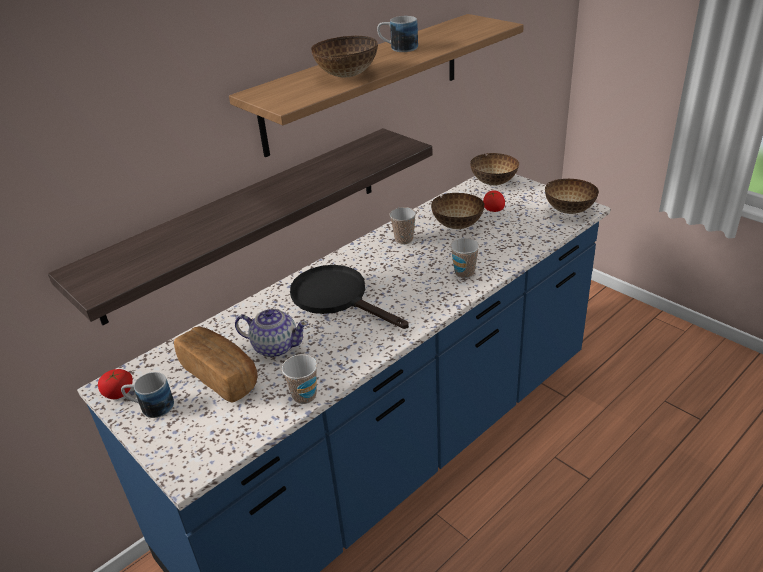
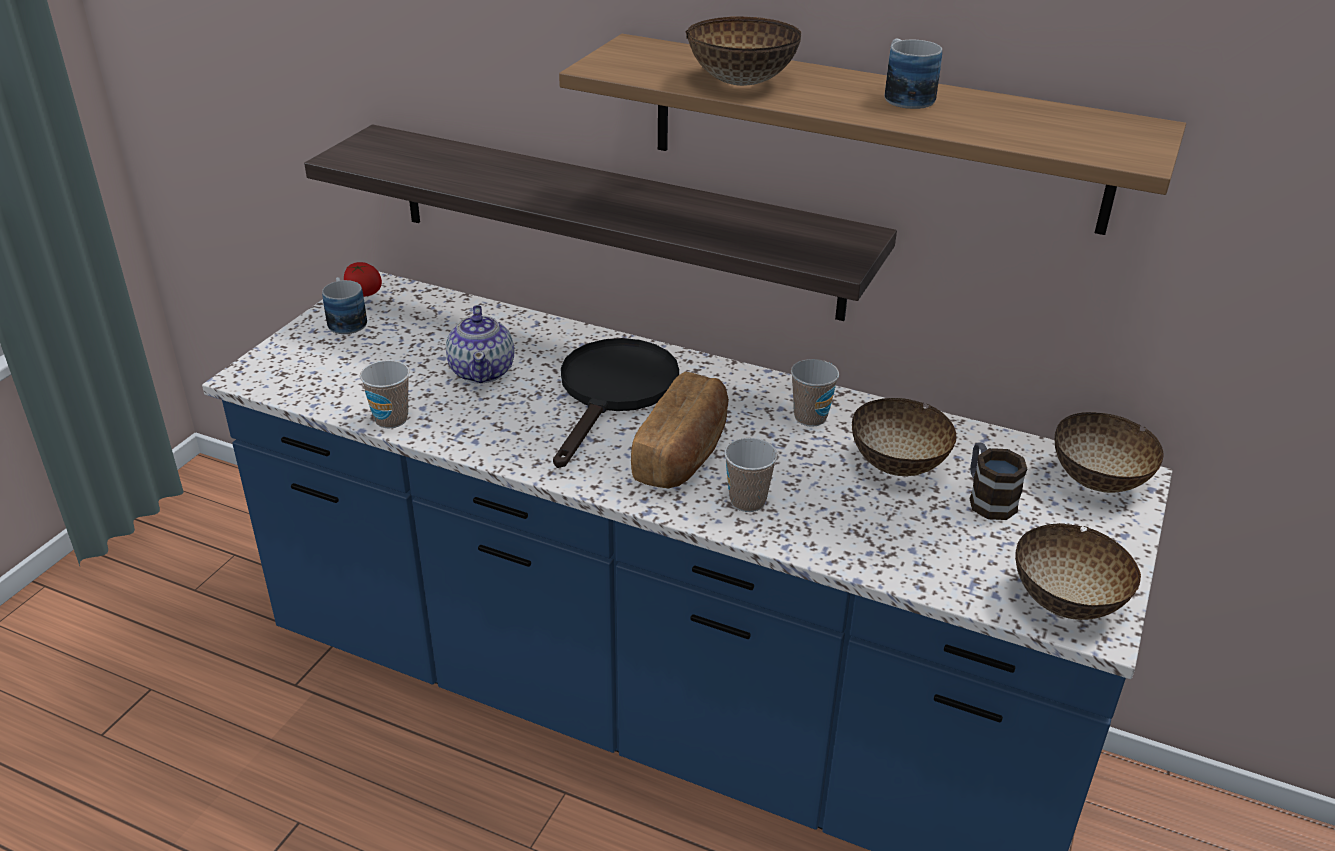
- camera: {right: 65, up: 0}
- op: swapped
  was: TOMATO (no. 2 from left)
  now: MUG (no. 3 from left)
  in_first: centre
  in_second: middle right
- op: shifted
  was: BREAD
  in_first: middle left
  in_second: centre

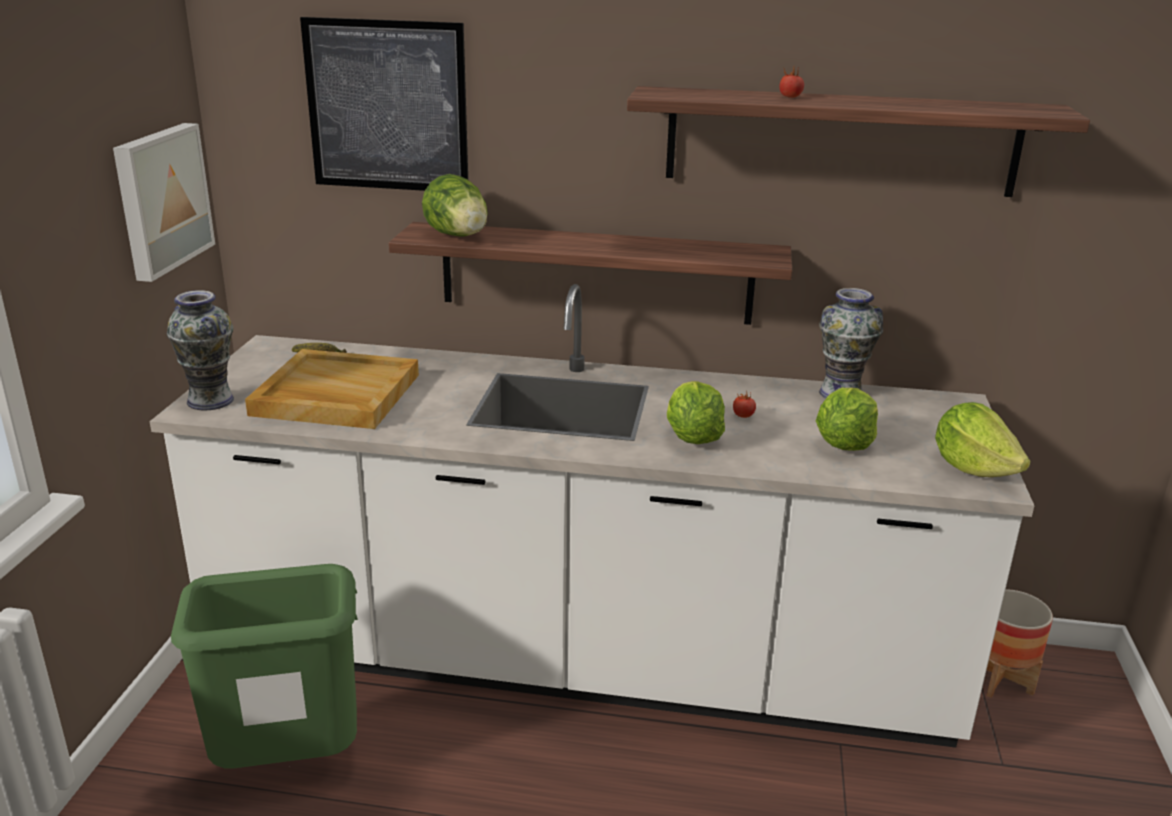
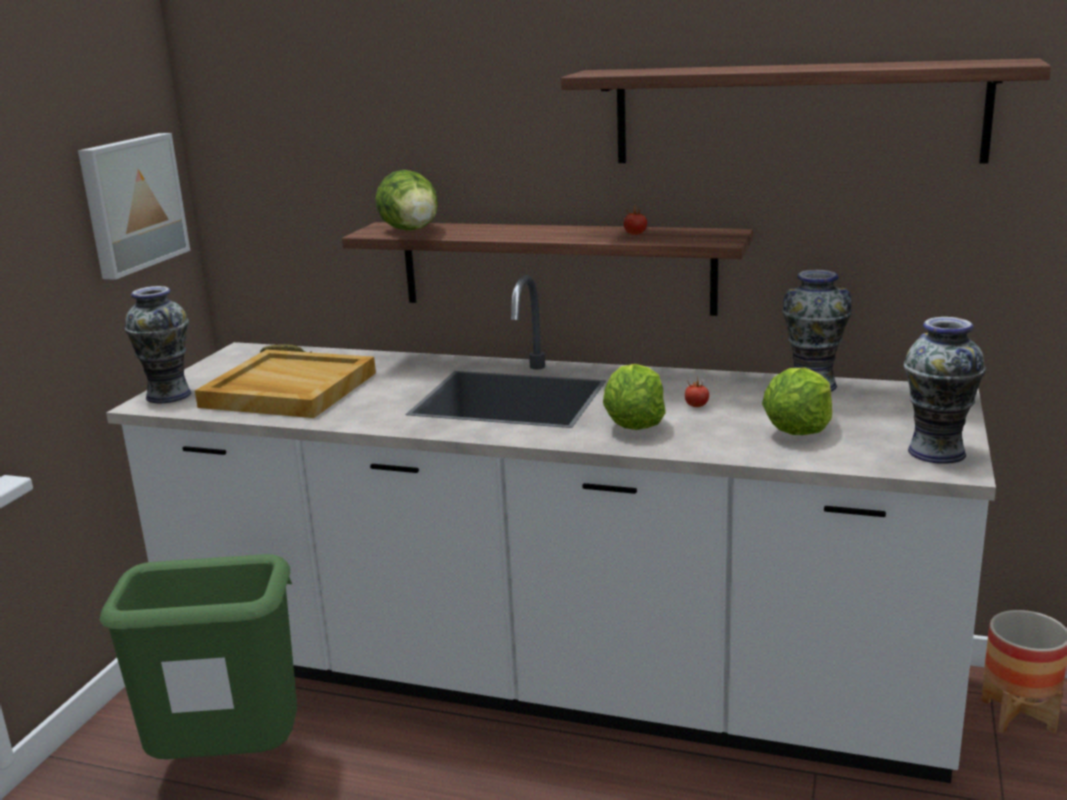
- camera: {right: 10, up: -5}
- op: gone
  was: PICTURE (no. 2 from left)
  in_first: top left
- op: shifted
  was: TOMATO (no. 2 from left in the first image)
  now: TOMATO (no. 1 from left)
  in_first: top right
  in_second: top centre
- op: swapped
  was: LETTUCE (no. 4 from left)
  now: VASE (no. 3 from left)
  in_first: middle right
  in_second: middle right

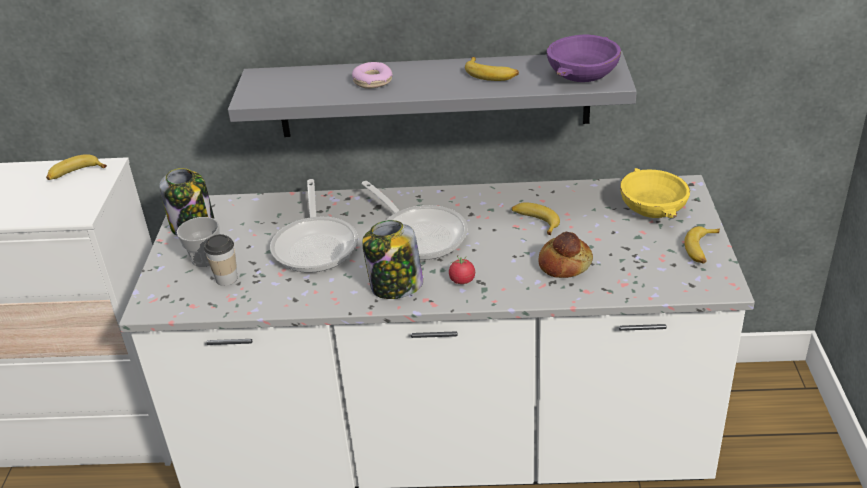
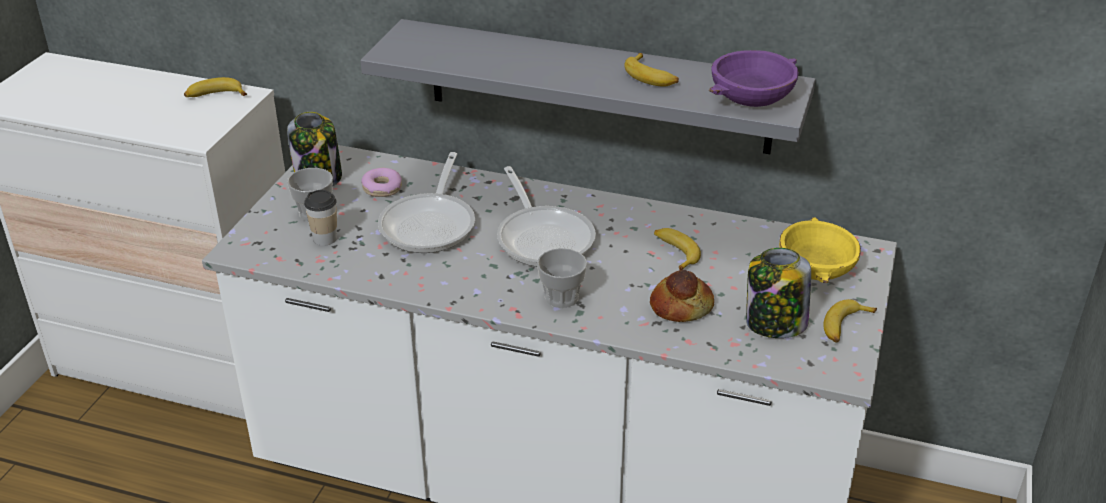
- camera: {right: 15, up: 0}
- op: shifted
  was: DONUT
  in_first: top centre
  in_second: centre
- op: shifted
  was: JAR (no. 2 from left)
  in_first: centre
  in_second: middle right
- op: swapped
  was: TOMATO
  now: CUP (no. 3 from left)
  in_first: centre
  in_second: centre

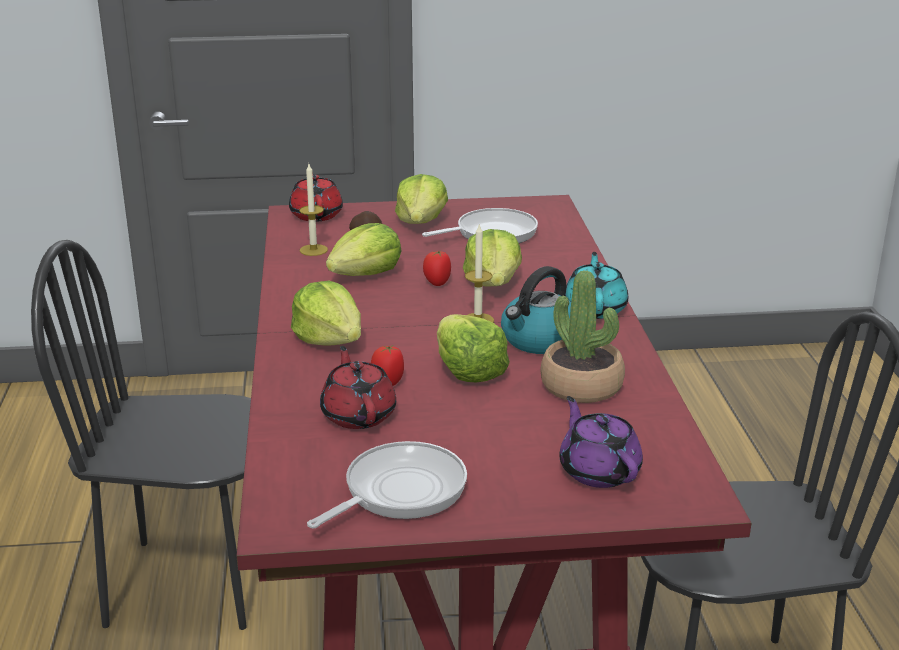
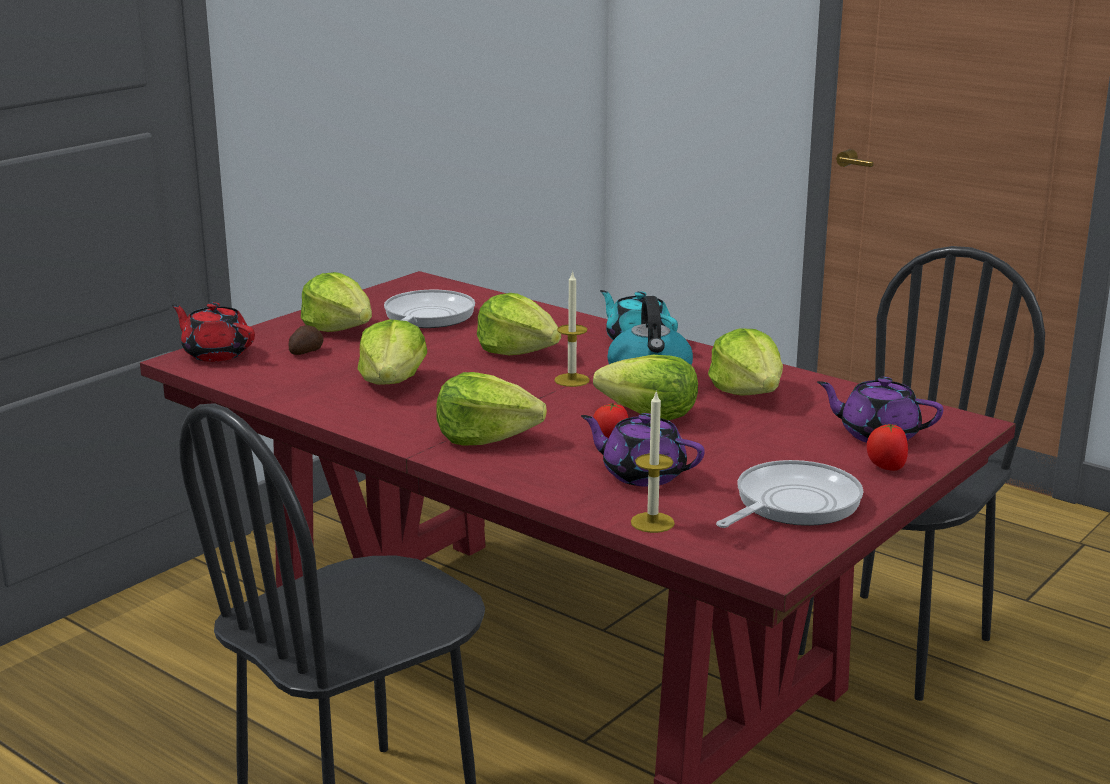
- camera: {right: -45, up: -5}
- op: shifted
  was: CANDLE (no. 1 from left in the first image)
  now: CANDLE (no. 2 from left)
  in_first: top centre
  in_second: centre
- op: shifted
  was: TOMATO (no. 2 from left)
  in_first: centre
  in_second: middle right
- op: swapped
  was: POTTED PLANT
  now: LETTUCE (no. 6 from left)
  in_first: centre
  in_second: middle right
- op: repainted
  was: RED TEAPOT (no. 2 from left)
  now: PURPLE TEAPOT (no. 1 from left)
  in_first: centre
  in_second: centre
- op: rotated
  was: FRYING PAN (no. 1 from left in the first image)
  in_first: bottom centre
  in_second: middle right
  clockwise: 45

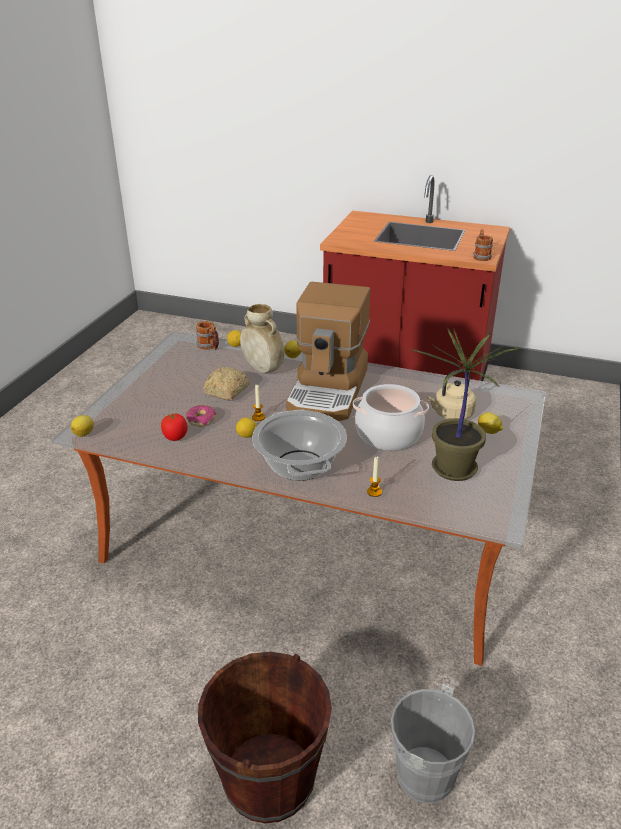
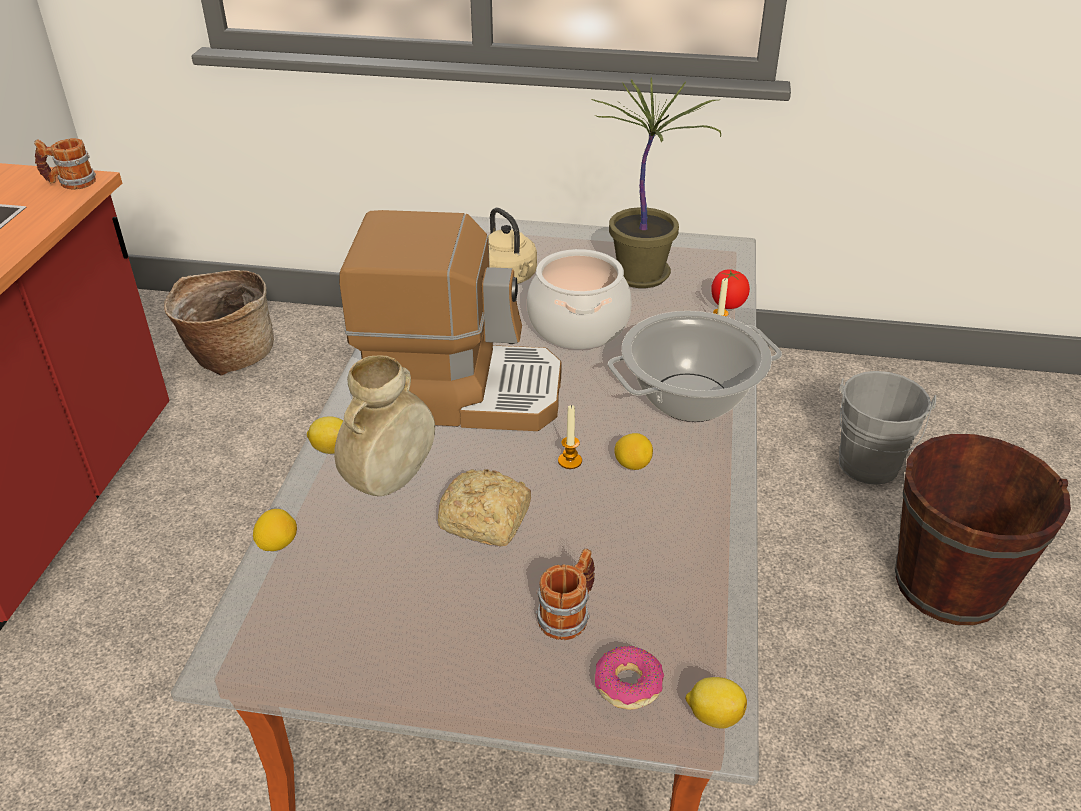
- camera: {right: -100, up: 5}
- op: shifted
  was: MUG (no. 1 from left in the first image)
  now: MUG (no. 2 from left)
  in_first: centre
  in_second: bottom centre
- op: shifted
  was: DONUT
  in_first: middle left
  in_second: bottom centre
- op: gone
  was: LEMON (no. 5 from left)
  in_first: middle right
- op: shifted
  was: TOMATO
  in_first: middle left
  in_second: middle right
- op: new
  now: BASKET
  in_second: middle left

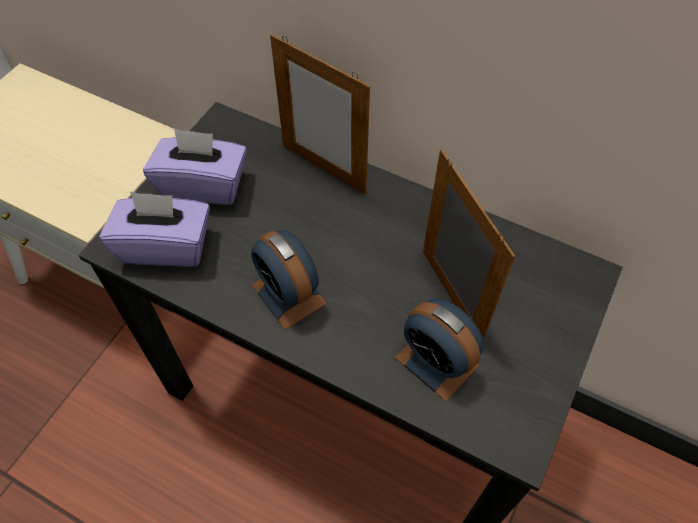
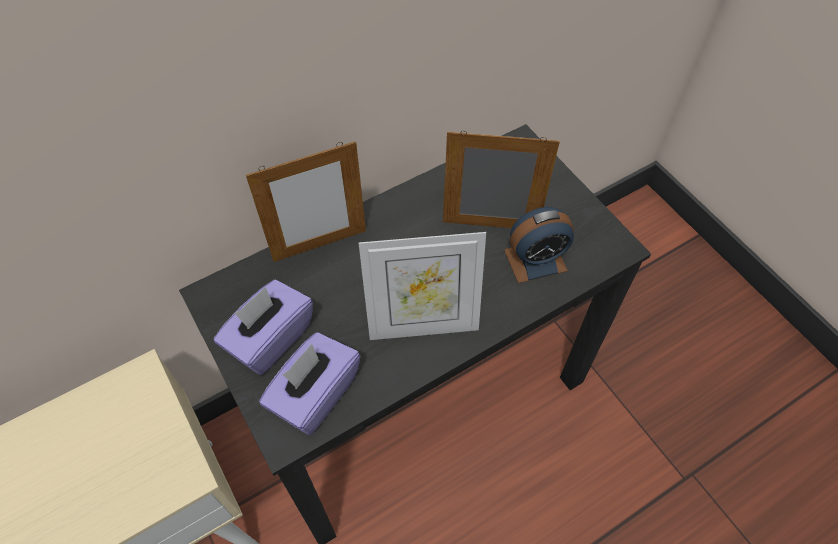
- camera: {right: -60, up: 0}
- op: swapped
  was: ALARM CLOCK (no. 1 from left)
  now: PICTURE FRAME (no. 2 from left)
  in_first: centre
  in_second: centre

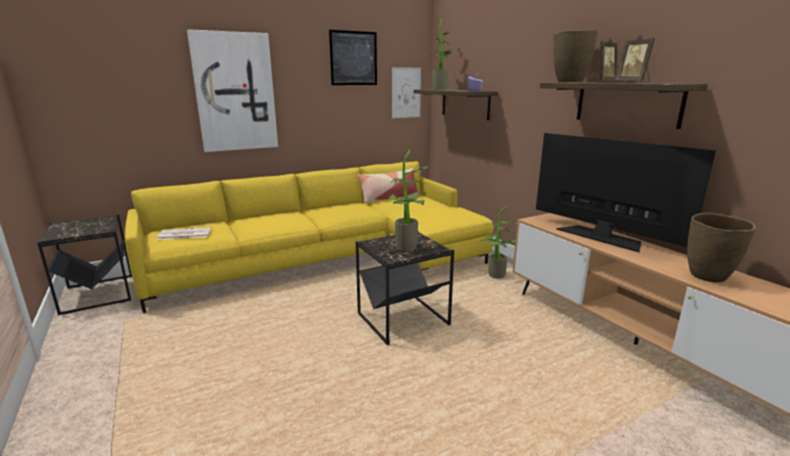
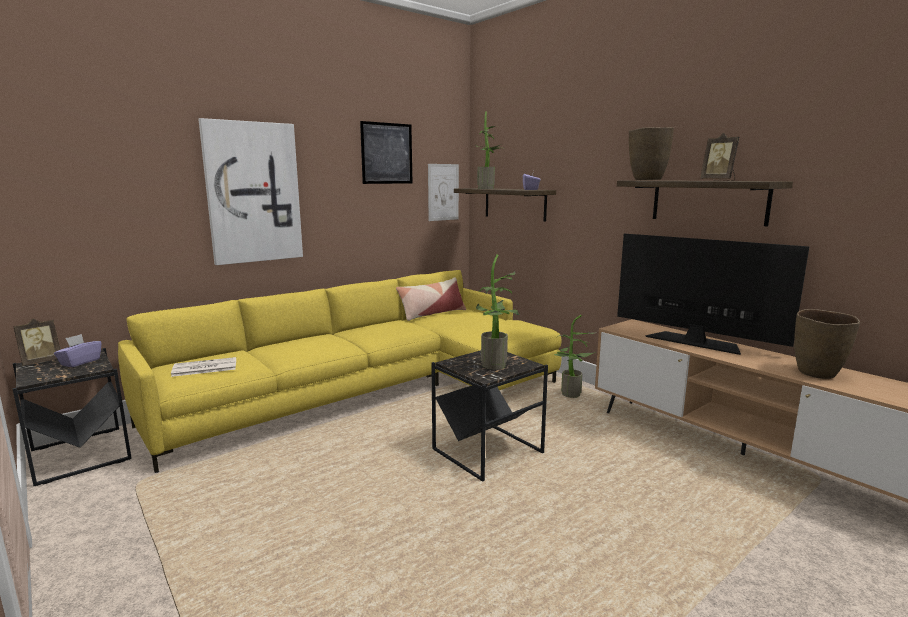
- camera: {right: -10, up: -5}
- op: shifted
  was: PICTURE FRAME (no. 1 from left)
  in_first: top right
  in_second: middle left
- op: new
  now: PURPLE TISSUE BOX (no. 1 from left)
  in_second: middle left

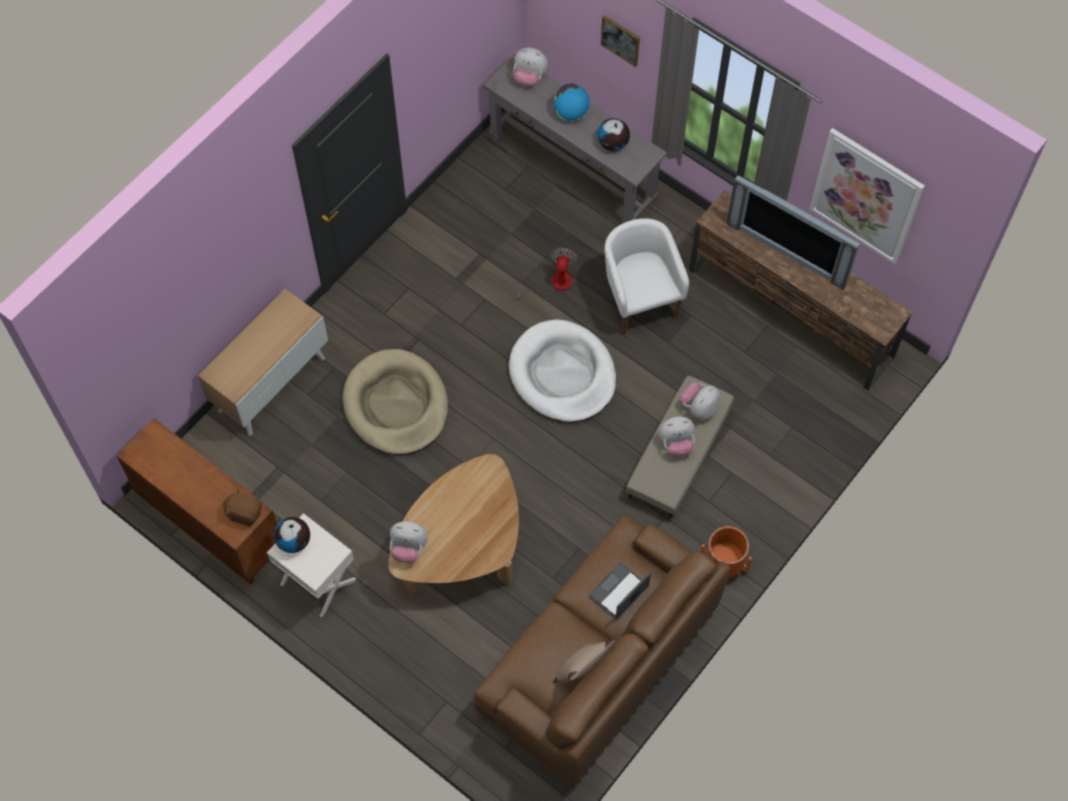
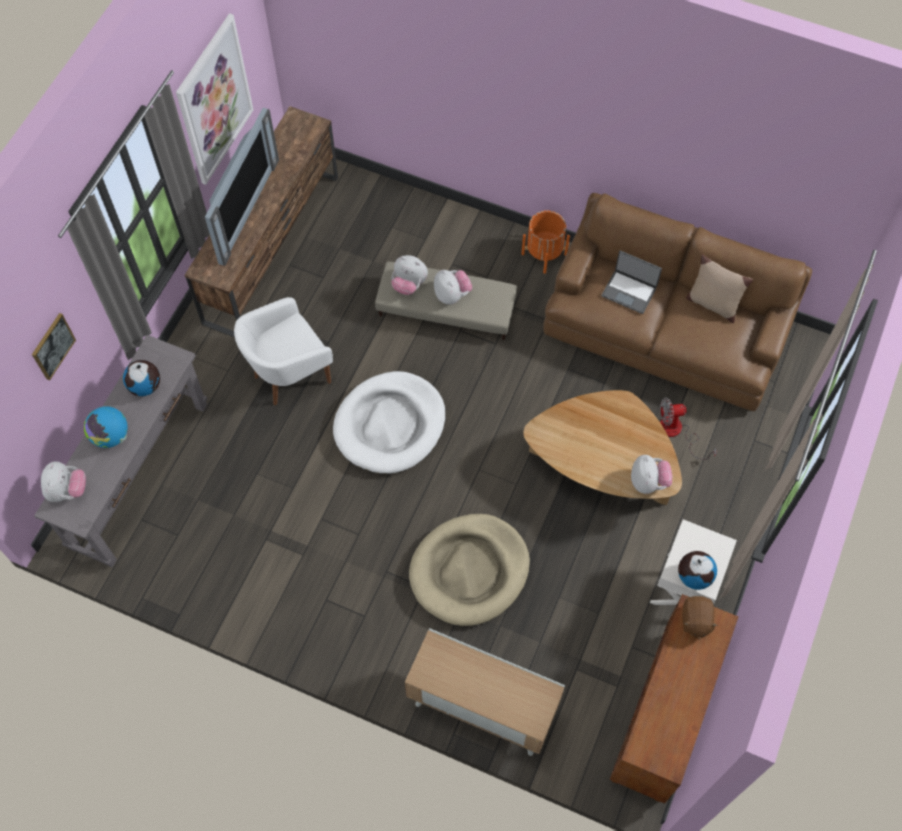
- camera: {right: -105, up: 0}
- op: shifted
  was: FAN
  in_first: centre
  in_second: middle right

